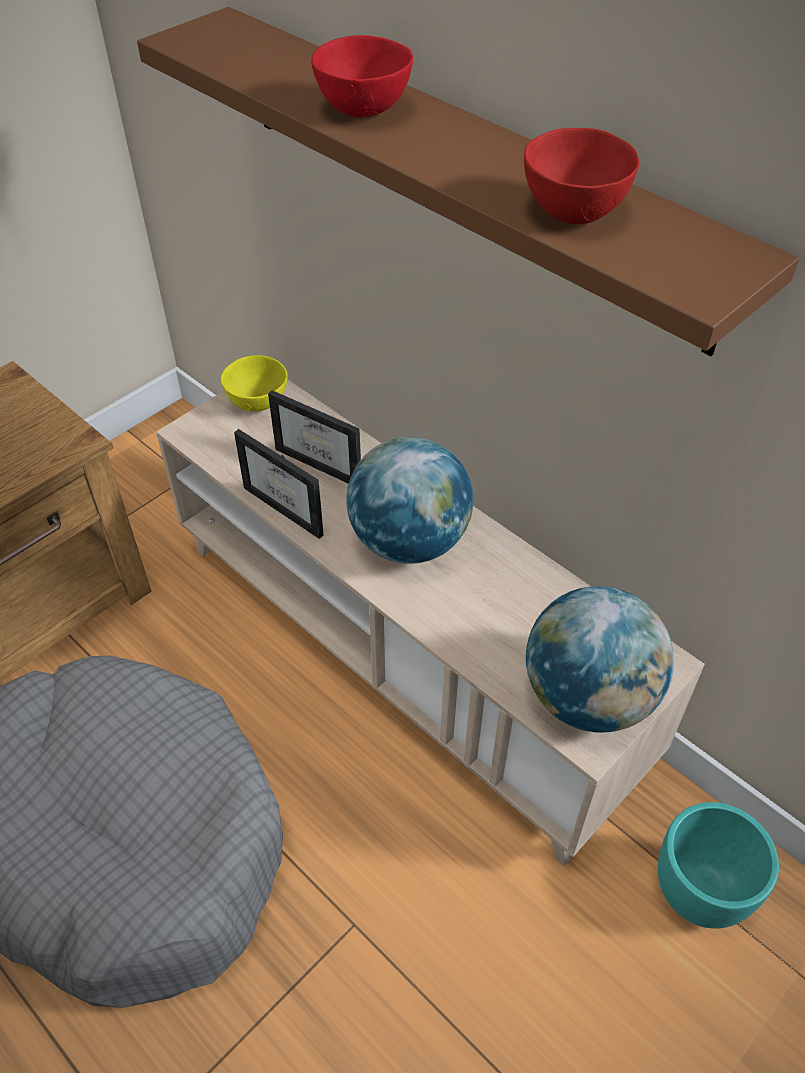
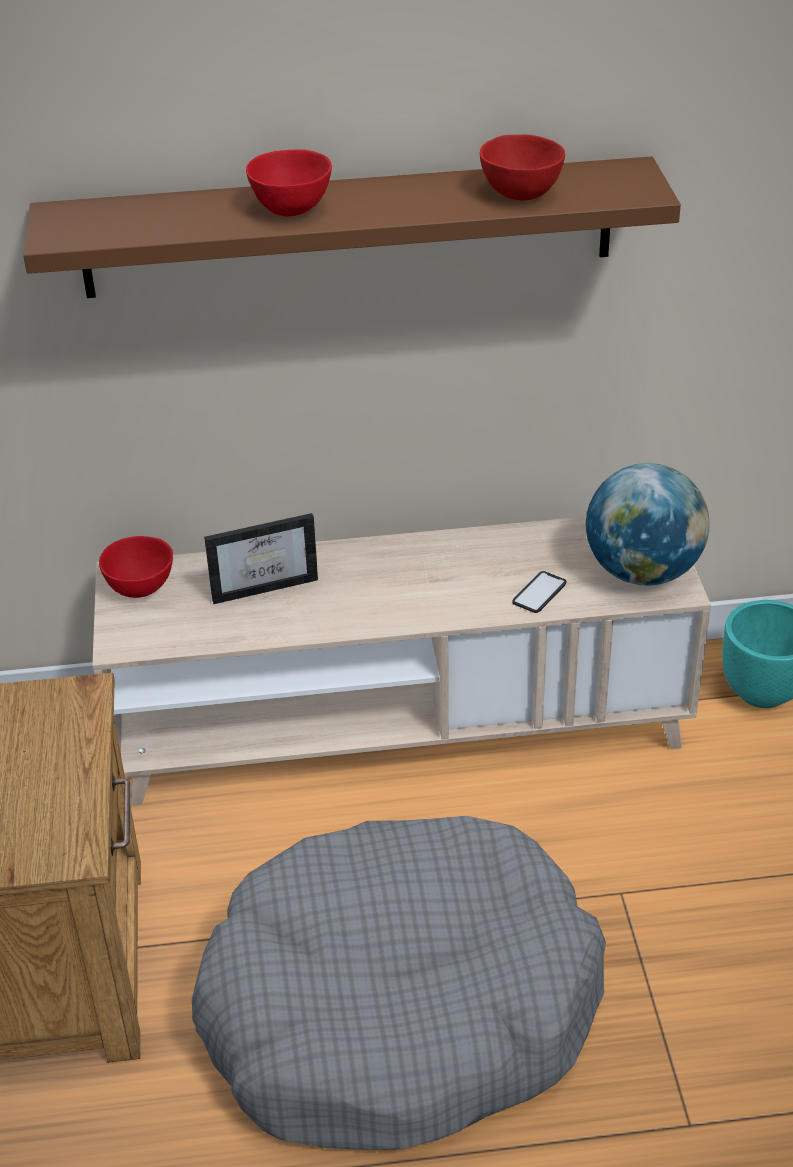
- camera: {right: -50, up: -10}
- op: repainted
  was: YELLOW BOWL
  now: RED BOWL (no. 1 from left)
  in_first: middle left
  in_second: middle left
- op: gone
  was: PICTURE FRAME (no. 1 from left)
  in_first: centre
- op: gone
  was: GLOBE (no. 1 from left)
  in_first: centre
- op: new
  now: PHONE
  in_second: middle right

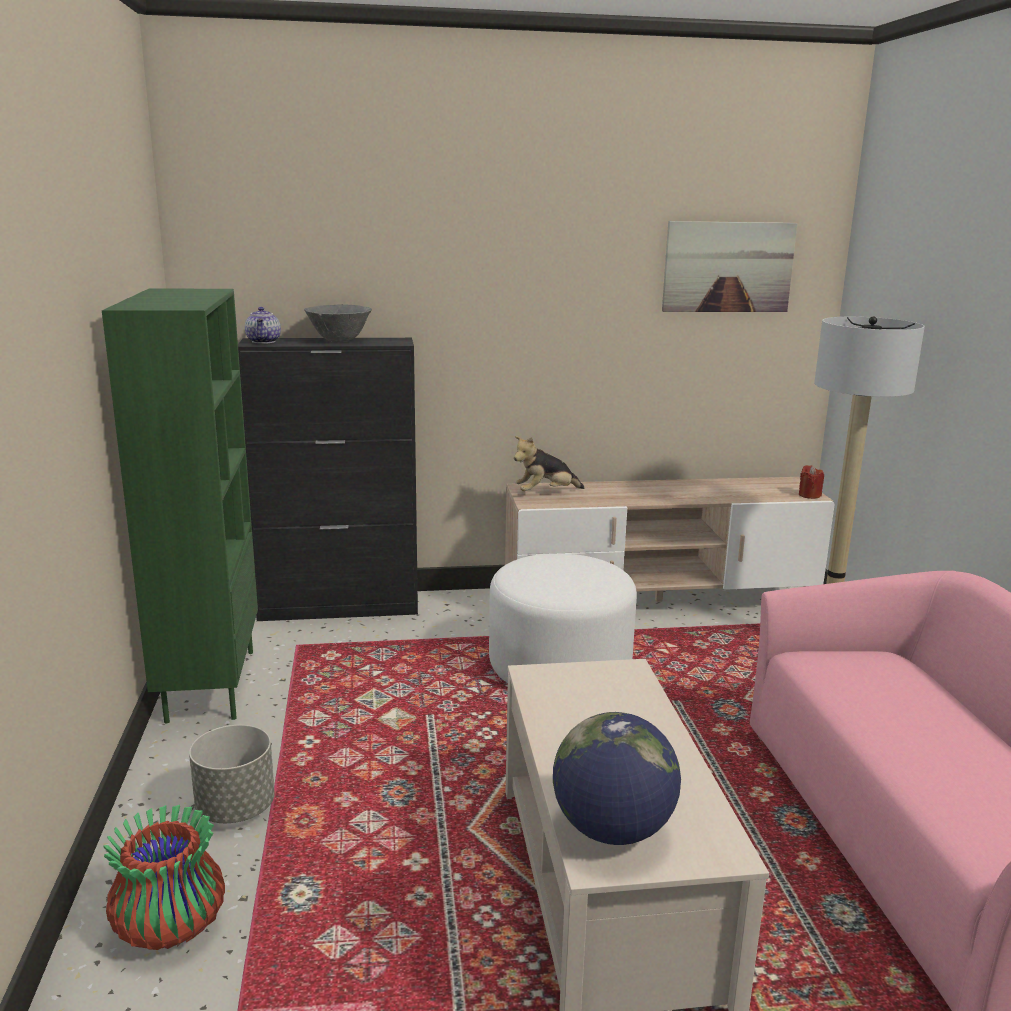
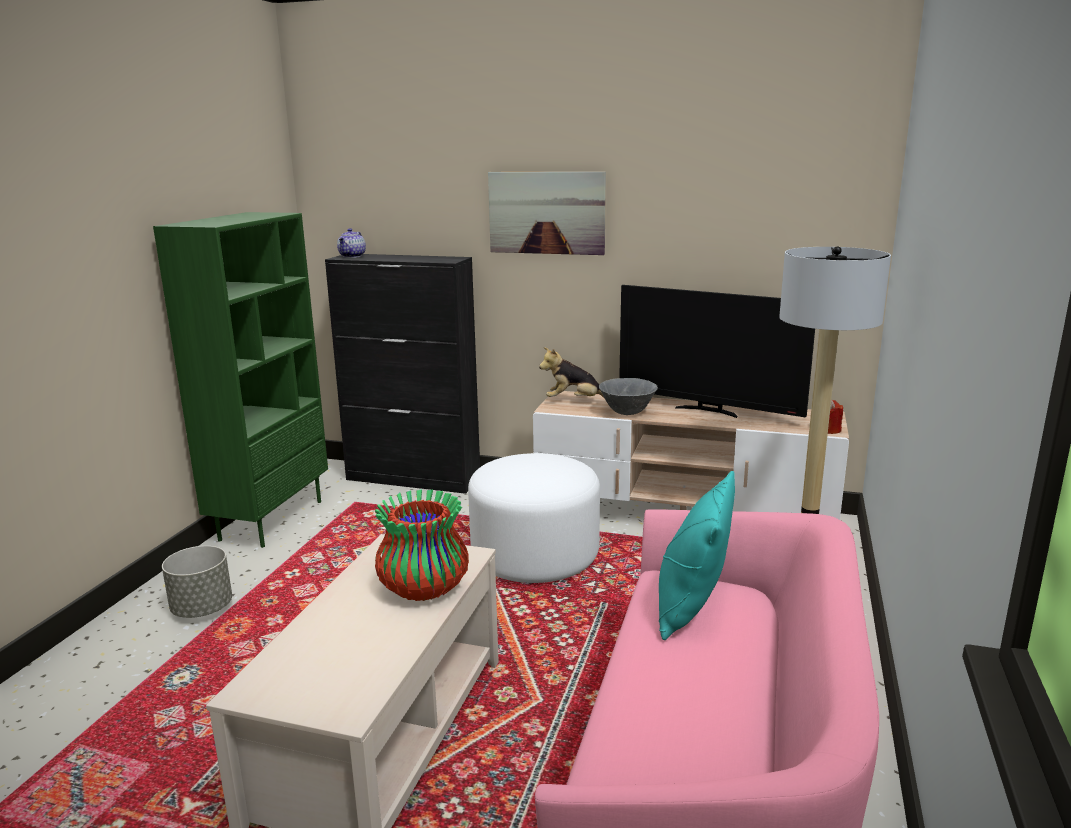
- camera: {right: 25, up: 0}
- op: shifted
  was: PICTURE
  in_first: top right
  in_second: top centre
- op: shifted
  was: GREY BOWL
  in_first: top centre
  in_second: centre
- op: gone
  was: GLOBE
  in_first: bottom centre
- op: shifted
  was: VASE
  in_first: bottom left
  in_second: centre
- op: new
  now: TELEVISION
  in_second: middle right
- op: new
  now: TURQUOISE PILLOW
  in_second: bottom centre

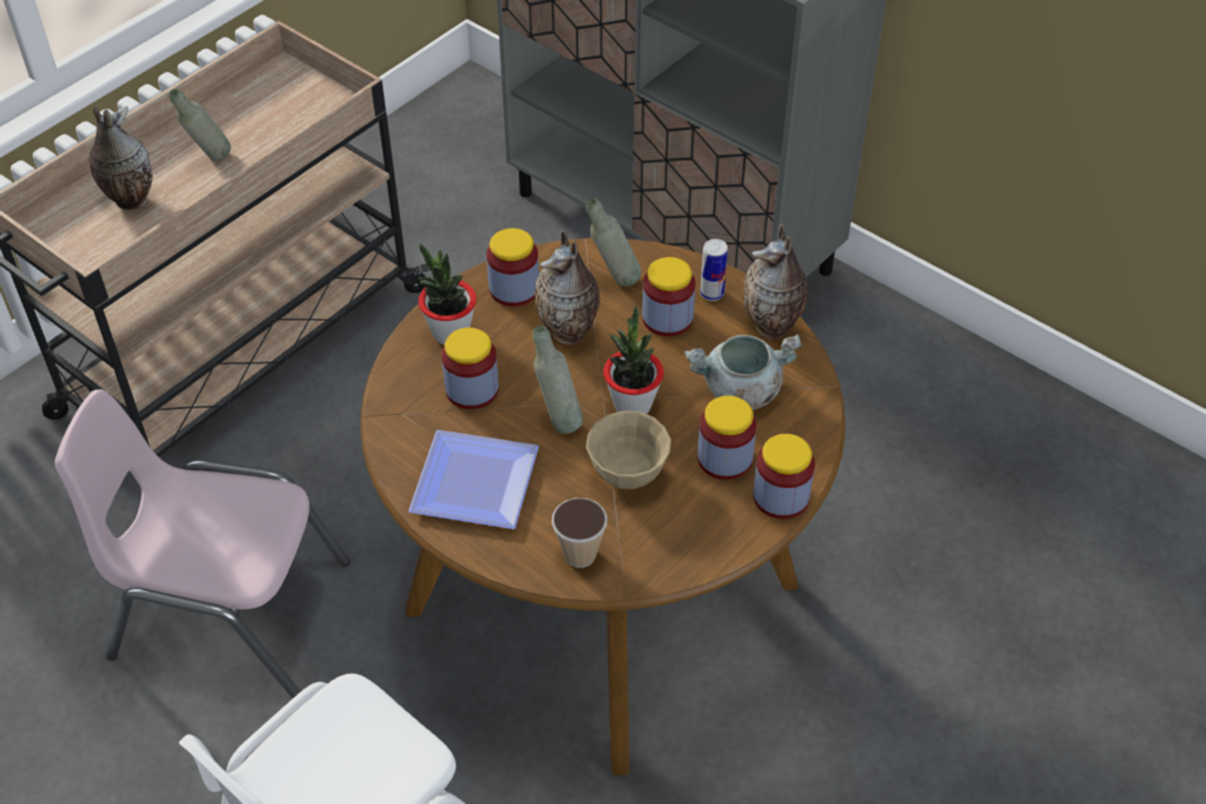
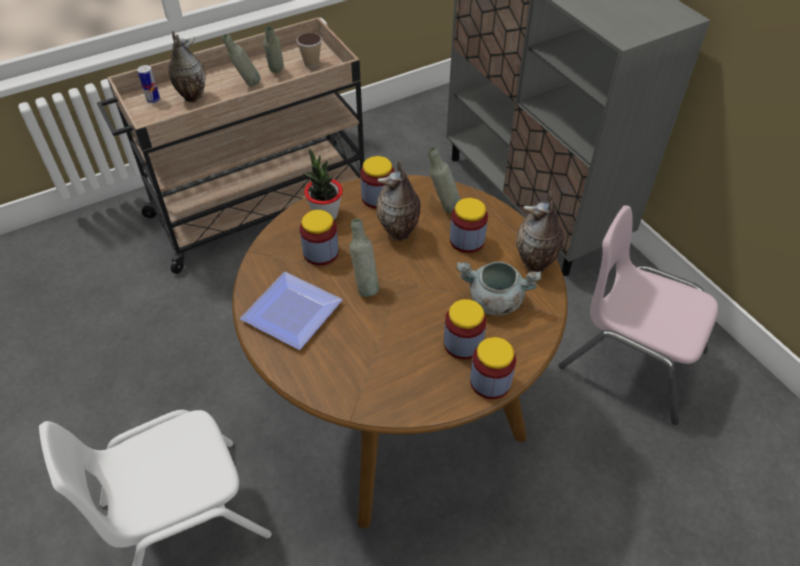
- camera: {right: 20, up: 0}
- op: shifted
  was: CAN
  in_first: centre
  in_second: top left
- op: gone
  was: POTTED PLANT (no. 2 from left)
  in_first: centre
- op: shifted
  was: PINK CHAIR
  in_first: bottom left
  in_second: middle right
- op: gone
  was: BEIGE BOWL
  in_first: centre
- op: shifted
  was: CUP
  in_first: centre
  in_second: top centre
- op: new
  now: GREY BOTTLE (no. 2 from left)
  in_second: top centre

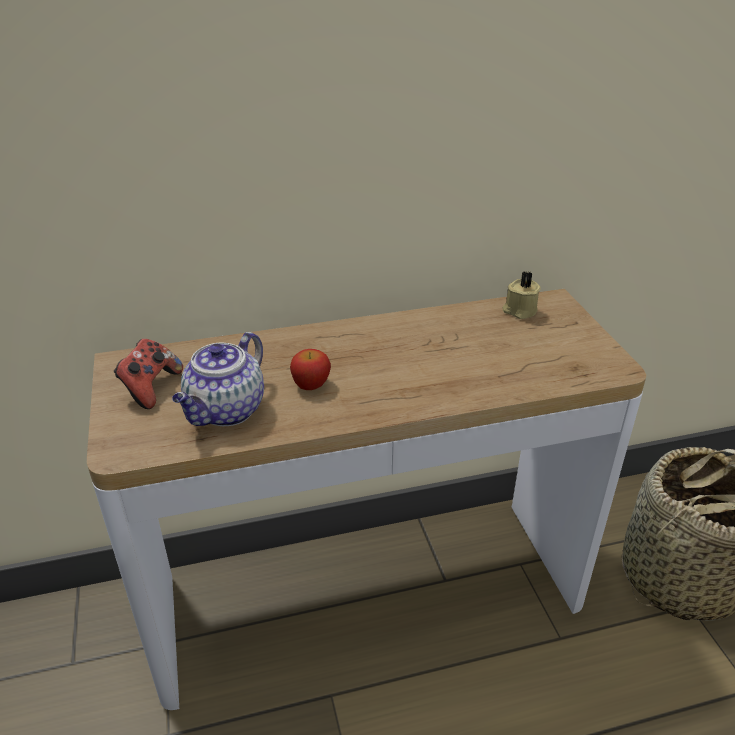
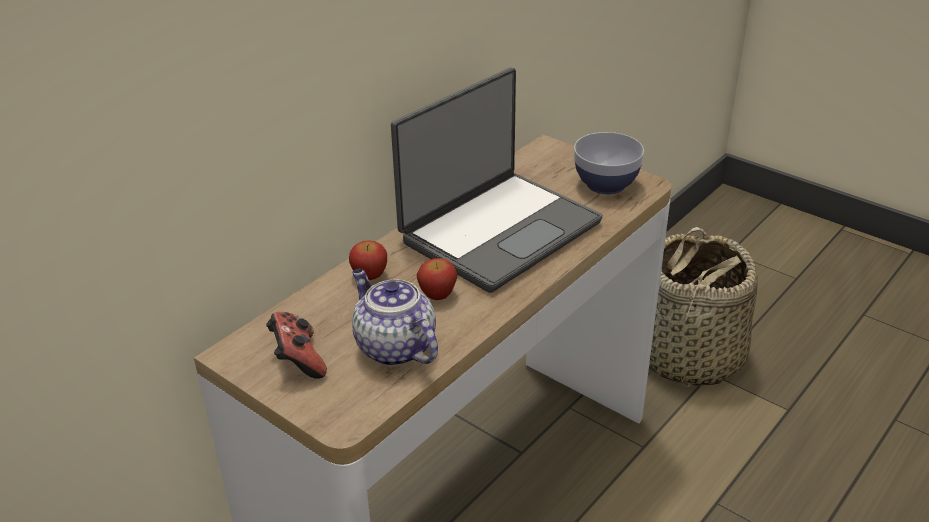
- camera: {right: -35, up: 0}
- op: gone
  was: BEIGE CANDLE
  in_first: middle right
- op: rotated
  was: TEAPOT
  in_first: middle left
  in_second: centre
  clockwise: 150
- op: new
  now: LAPTOP
  in_second: centre
- op: new
  now: BOWL
  in_second: top centre
- op: new
  now: APPLE (no. 1 from left)
  in_second: centre

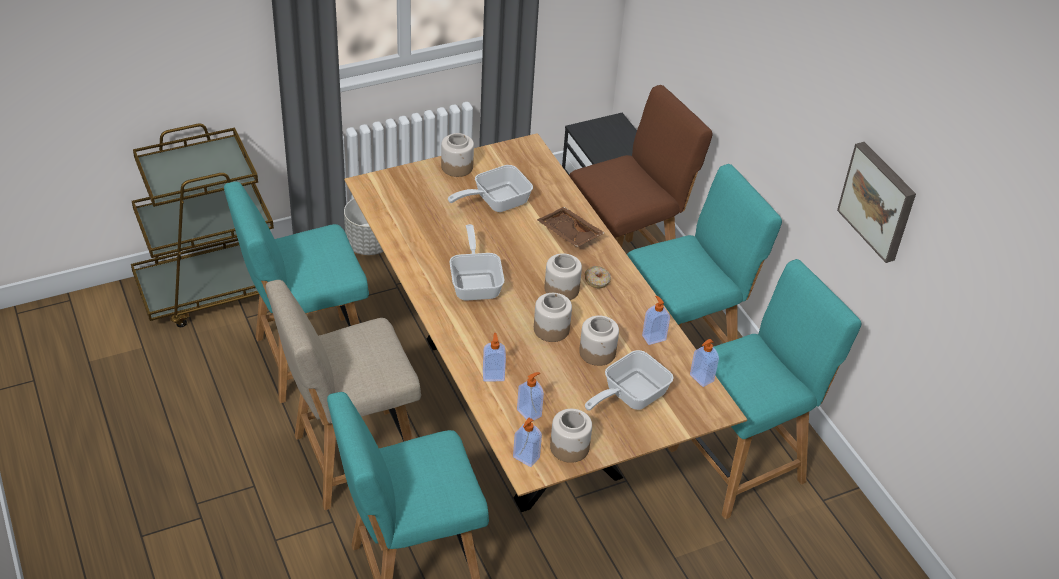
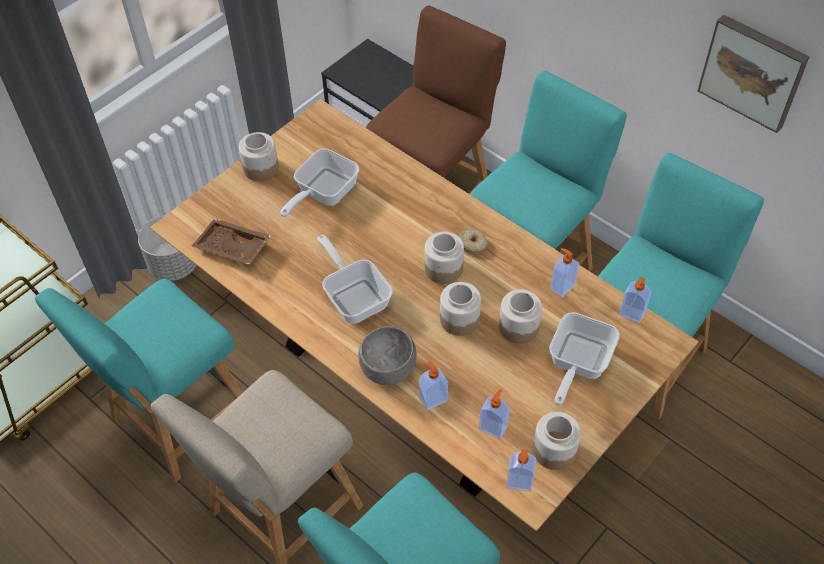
- camera: {right: -20, up: 10}
- op: shifted
  was: BROWN TRAY
  in_first: centre
  in_second: middle left
- op: new
  now: GREY BOWL
  in_second: centre

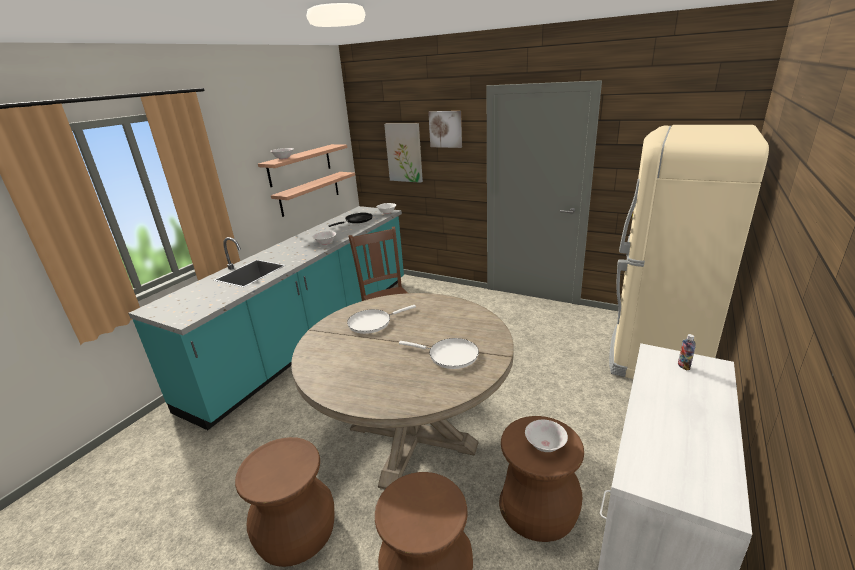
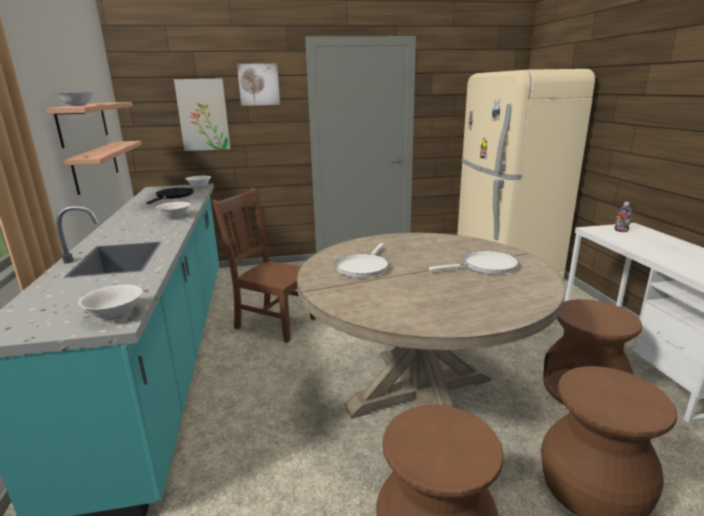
- camera: {right: -40, up: -5}
- op: shifted
  was: WHITE BOWL (no. 4 from left in the first image)
  now: WHITE BOWL (no. 2 from left)
  in_first: bottom centre
  in_second: middle left

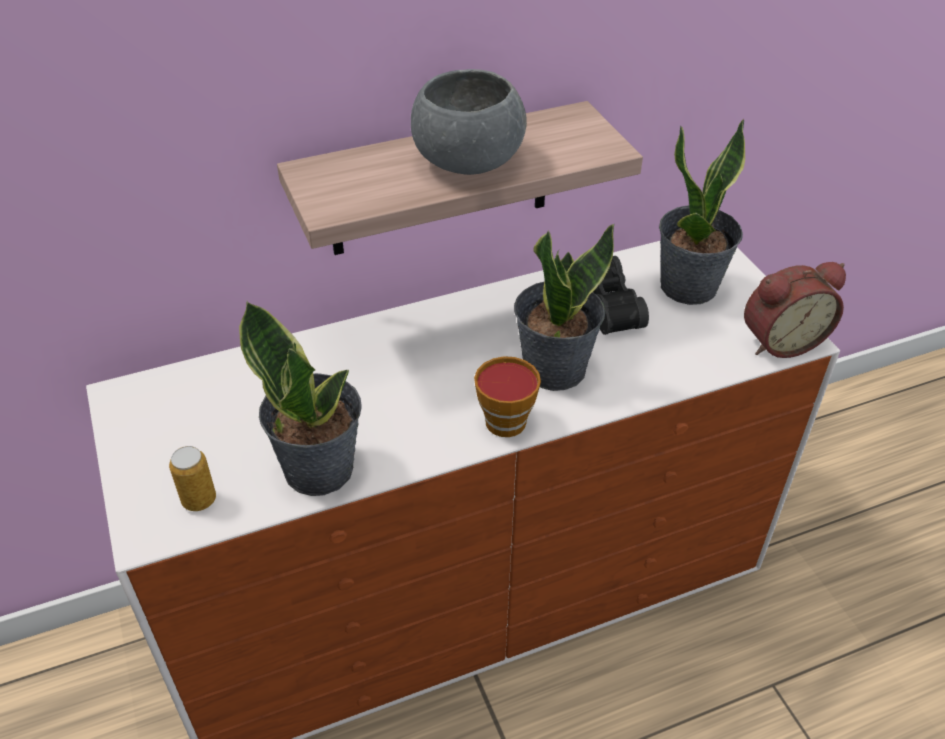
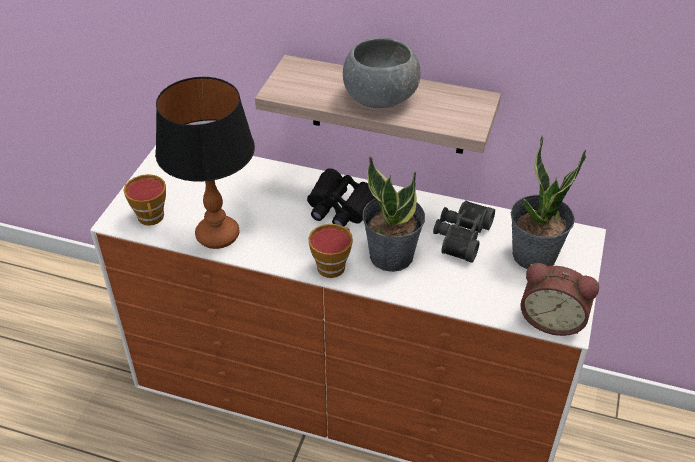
- camera: {right: 40, up: 0}
- op: swapped
  was: POTTED PLANT (no. 1 from left)
  now: TABLE LAMP
  in_first: middle left
  in_second: middle left
- op: swapped
  was: CAN
  now: CUP (no. 1 from left)
  in_first: middle left
  in_second: middle left
- op: new
  now: BLACK BINOCULARS (no. 1 from left)
  in_second: centre

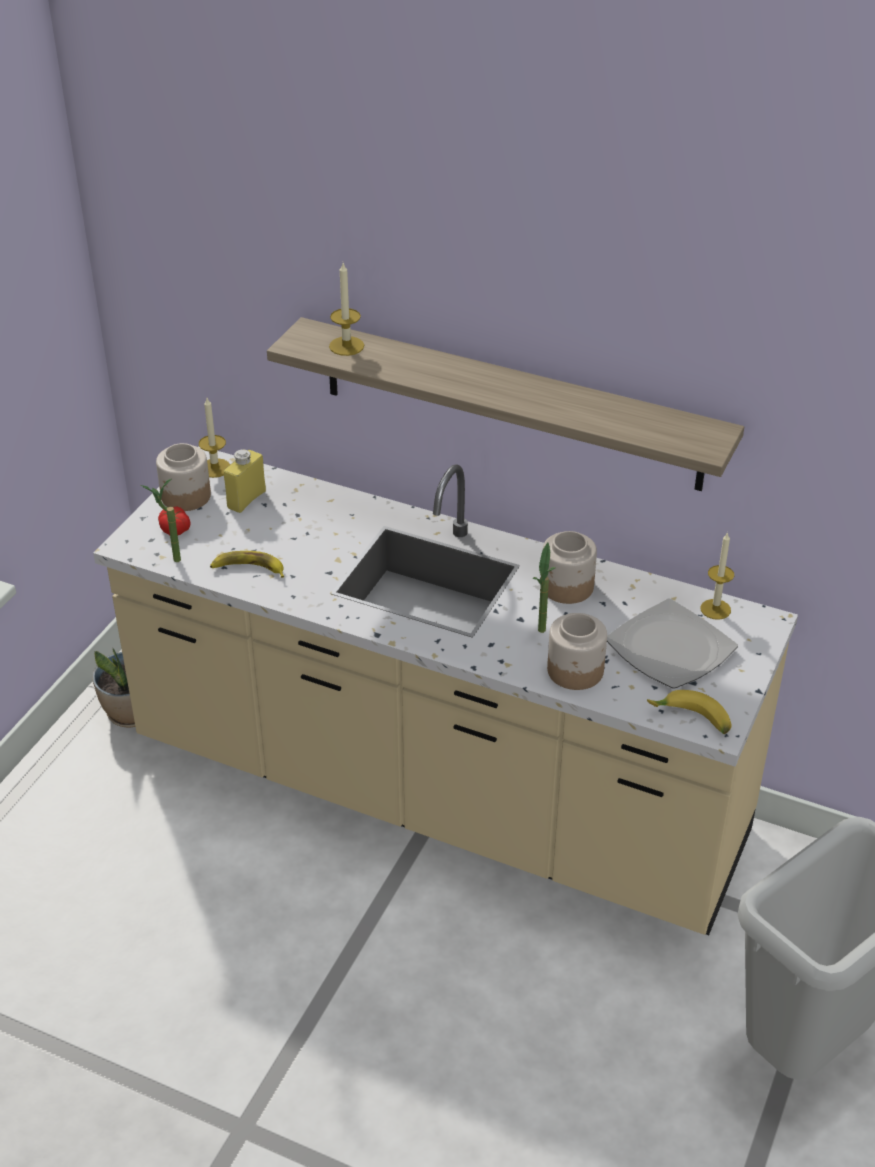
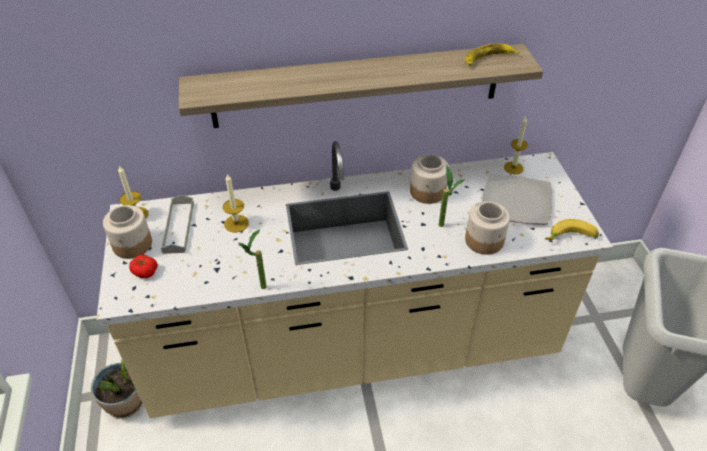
- camera: {right: -35, up: 5}
- op: shifted
  was: CANDLE (no. 2 from left)
  in_first: top centre
  in_second: centre
- op: swapped
  was: YELLOW BOTTLE
  now: GREY TRAY
  in_first: middle left
  in_second: middle left
- op: shifted
  was: POTTED PLANT (no. 2 from left)
  in_first: middle left
  in_second: centre
- op: shifted
  was: BANANA (no. 1 from left)
  in_first: middle left
  in_second: top right

